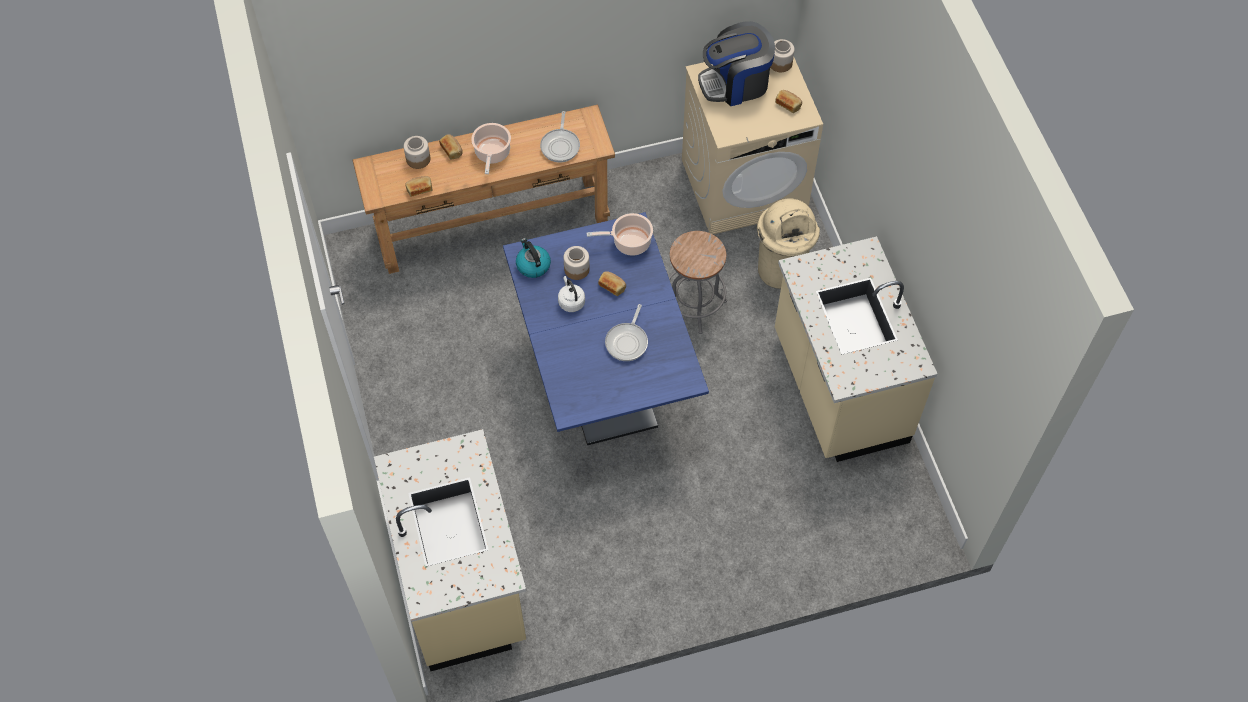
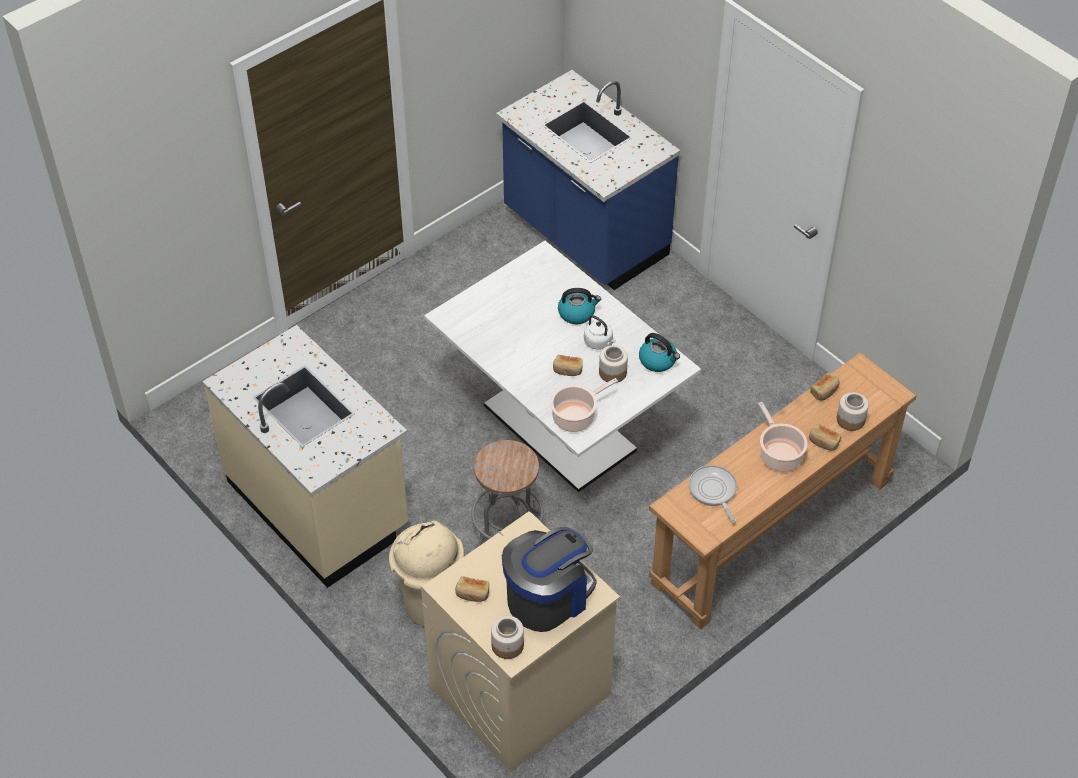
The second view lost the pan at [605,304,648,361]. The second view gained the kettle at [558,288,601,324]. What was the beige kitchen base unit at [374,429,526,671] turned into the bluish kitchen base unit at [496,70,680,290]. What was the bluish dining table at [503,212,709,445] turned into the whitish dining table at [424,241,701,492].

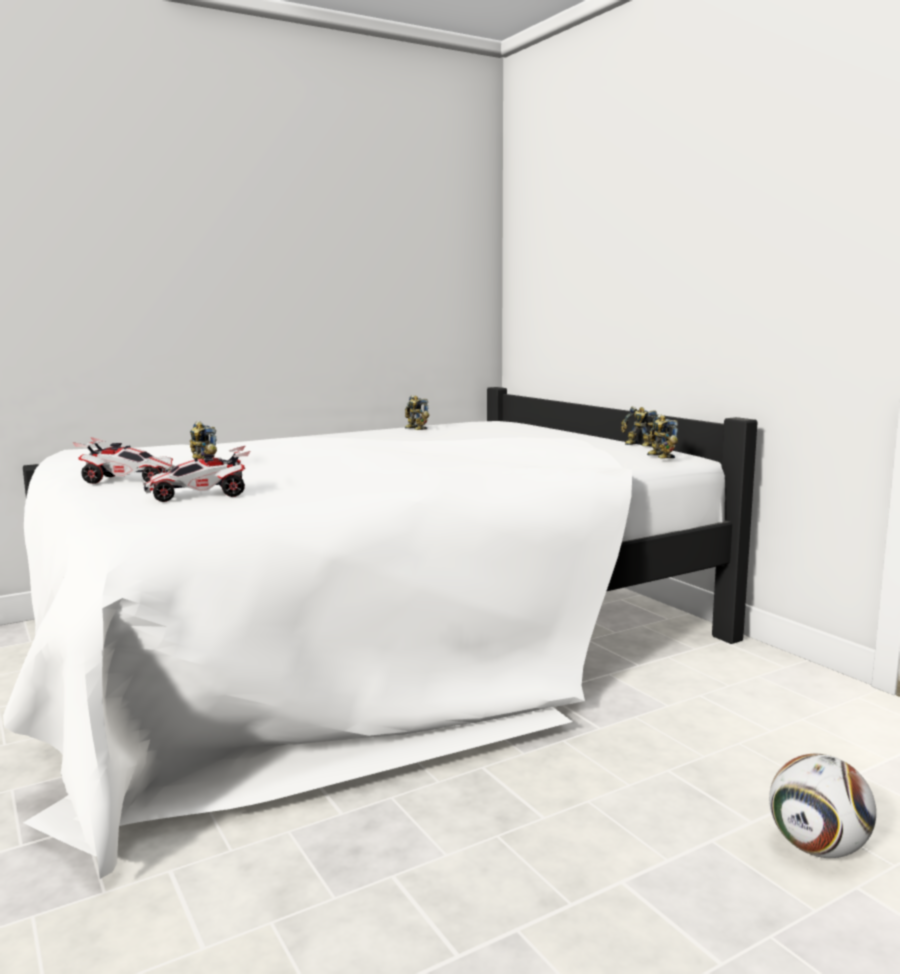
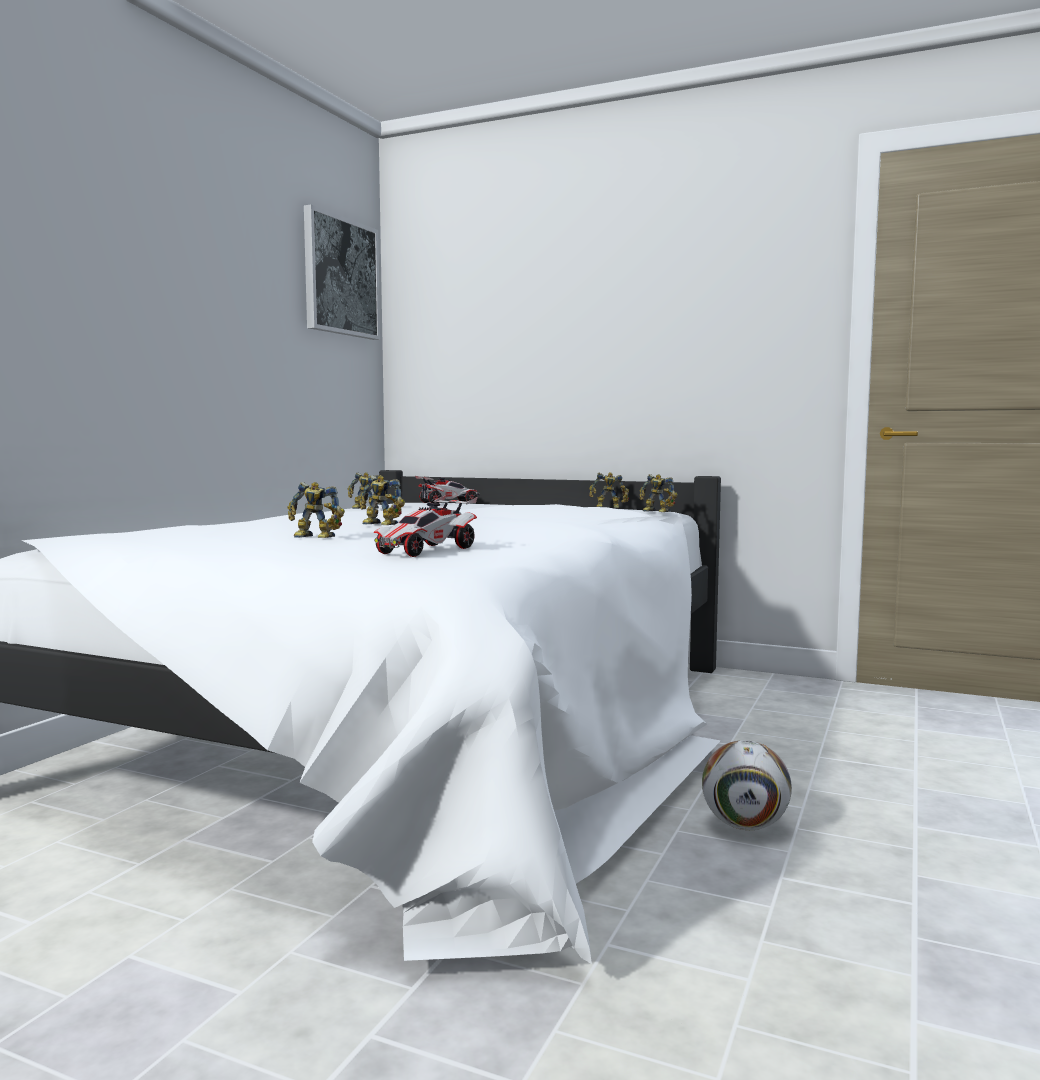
The second view gained the picture at [304,205,380,340]. The second view gained the toy robot at [359,475,405,525]. The toy car ended up elsewhere, having gone from [73,437,176,484] to [415,476,480,503]. The football ball ended up elsewhere, having gone from [769,754,876,858] to [702,740,792,830].

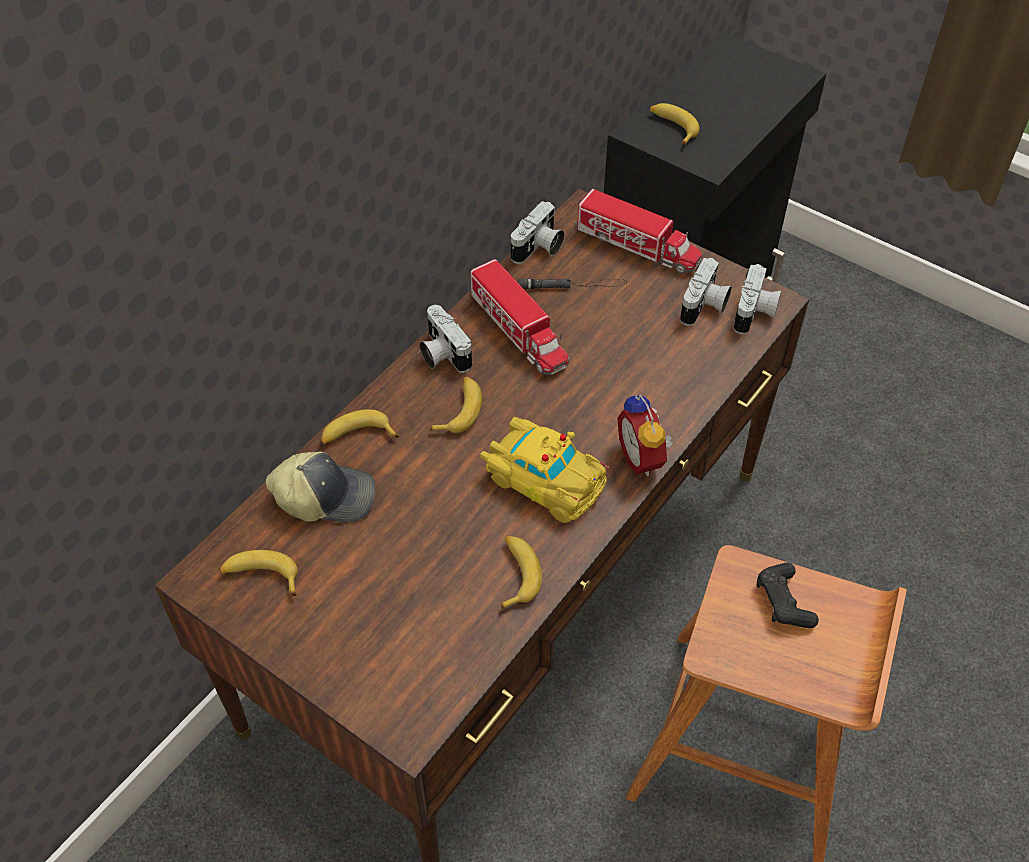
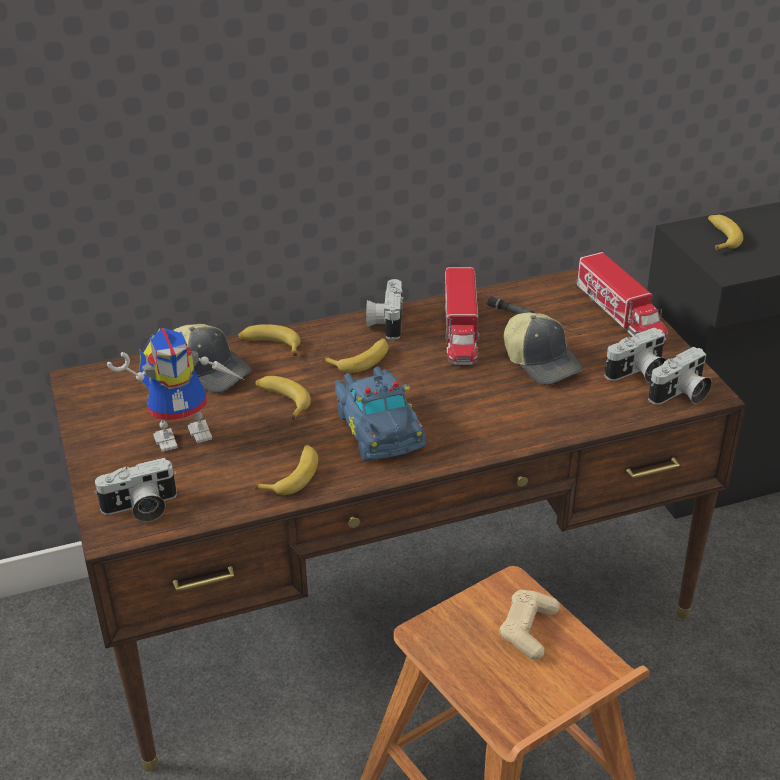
The second view lost the alarm clock at [617,394,673,476]. The second view gained the toy robot at [107,328,244,452]. The second view gained the peaked cap at [504,313,583,385]. The whole banana ended up elsewhere, having gone from [219,550,298,596] to [255,376,311,420]. The photo camera ended up elsewhere, having gone from [511,201,565,264] to [94,458,177,522]. What was the yellowish toy car at [480,417,609,523] turned into the bluish toy car at [334,367,427,461]. What was the black-coloured joypad at [757,562,819,628] turned into the beige joypad at [500,590,560,660].

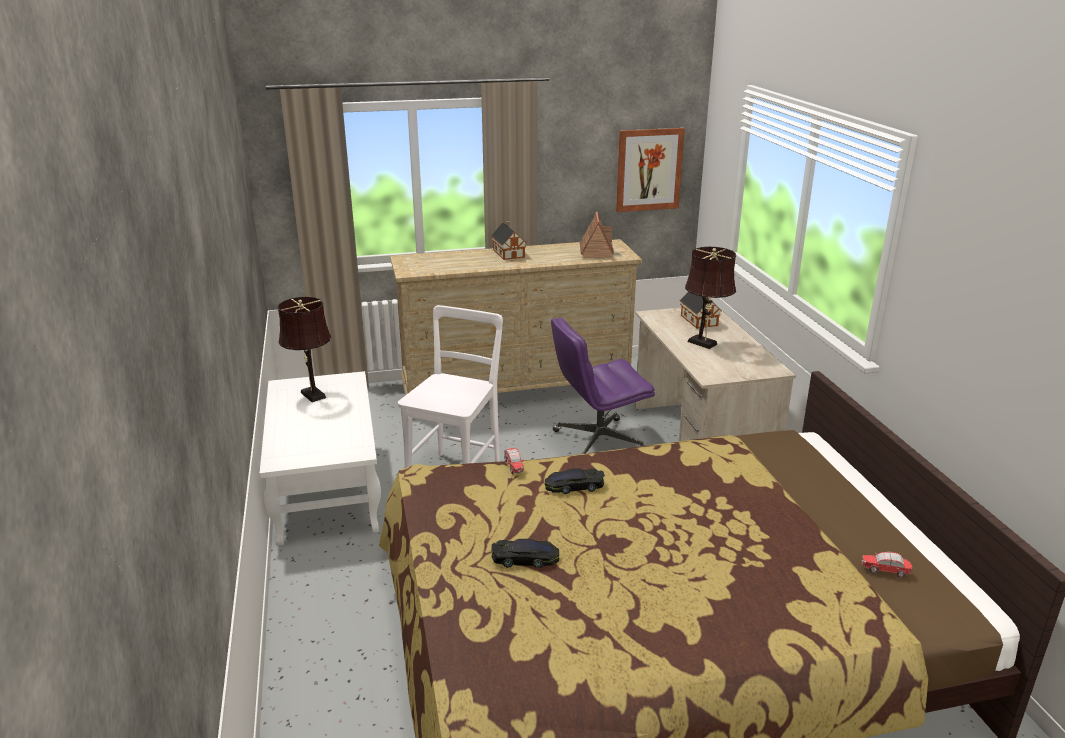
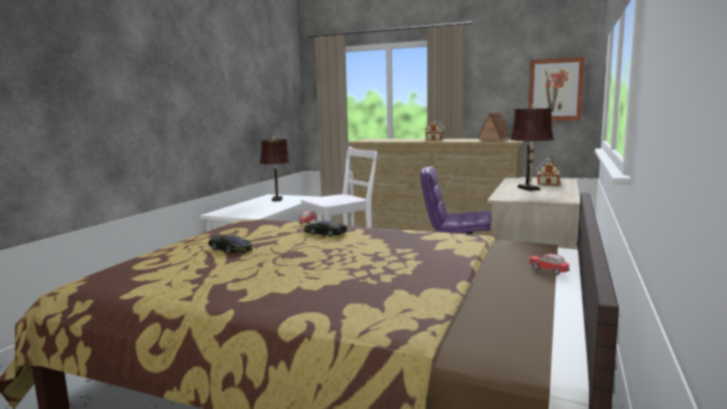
The toy car ended up elsewhere, having gone from [862,552,912,578] to [529,254,570,275].

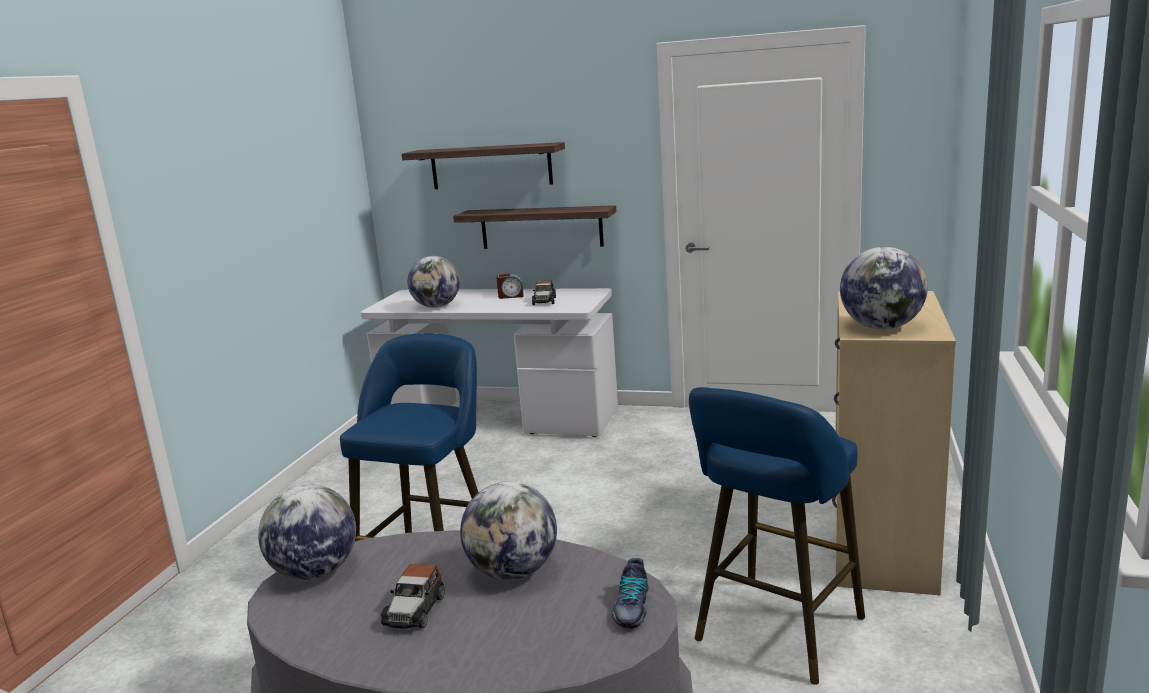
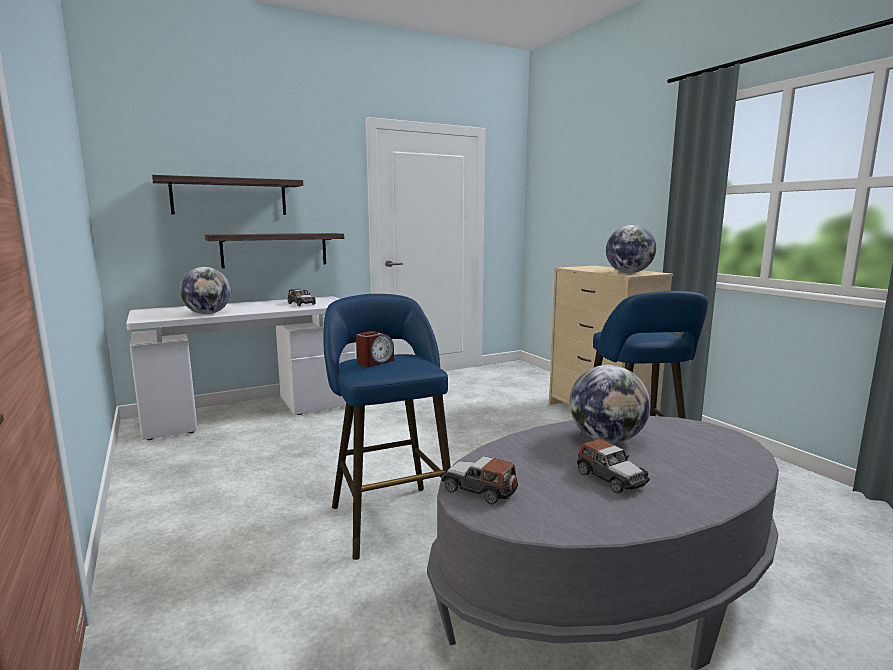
The second view lost the low shoe at [611,558,649,629]. The alarm clock ended up elsewhere, having gone from [496,274,524,299] to [356,331,394,367]. Where the globe stood at [258,485,356,580], the toy car came to stand at [441,456,518,504].

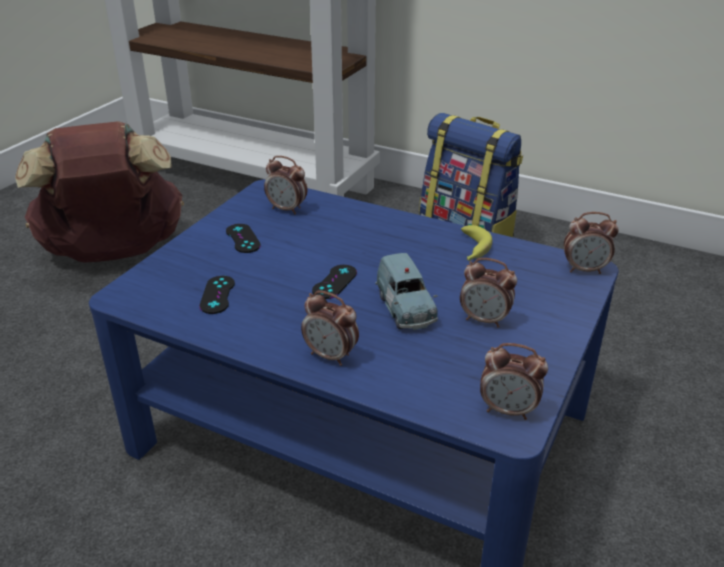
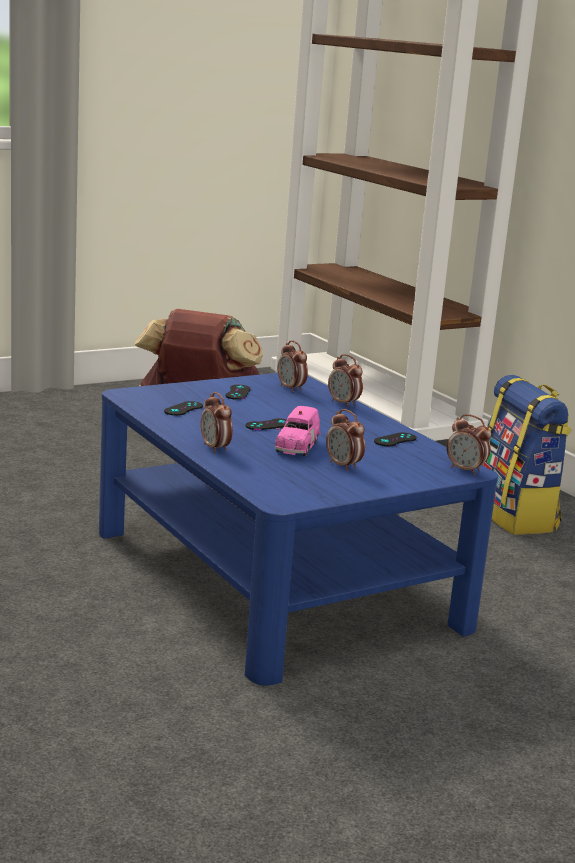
The alarm clock ended up elsewhere, having gone from [480,343,548,420] to [328,354,363,407]. Where the whole banana stood at [461,225,492,261], the black-coloured joypad came to stand at [374,433,417,446]. What was the bluish toy car at [375,253,438,330] turned into the pinkish toy car at [275,406,321,456].

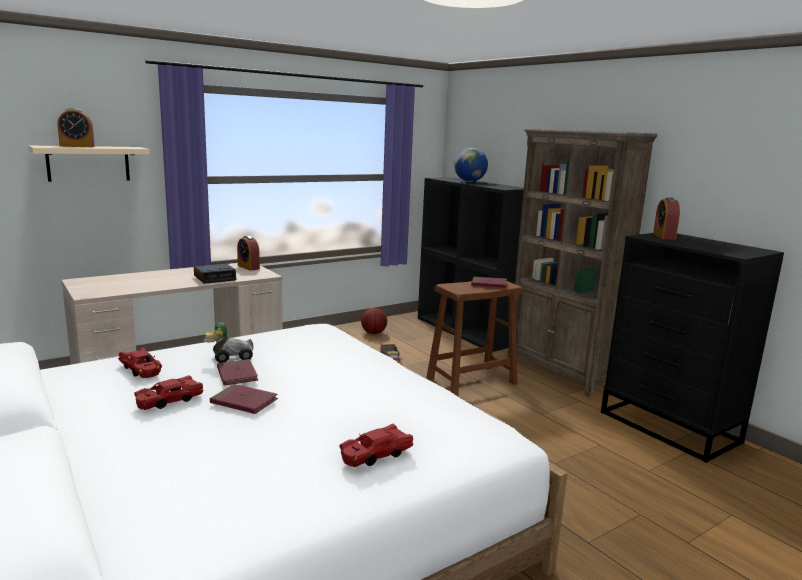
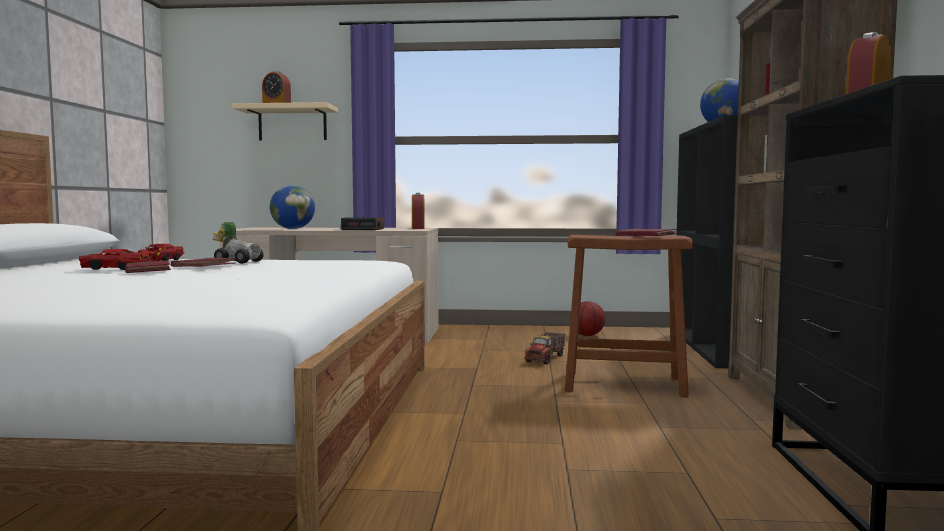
The second view lost the red-coloured toy car at [339,424,413,467]. The second view gained the globe at [270,185,315,229].

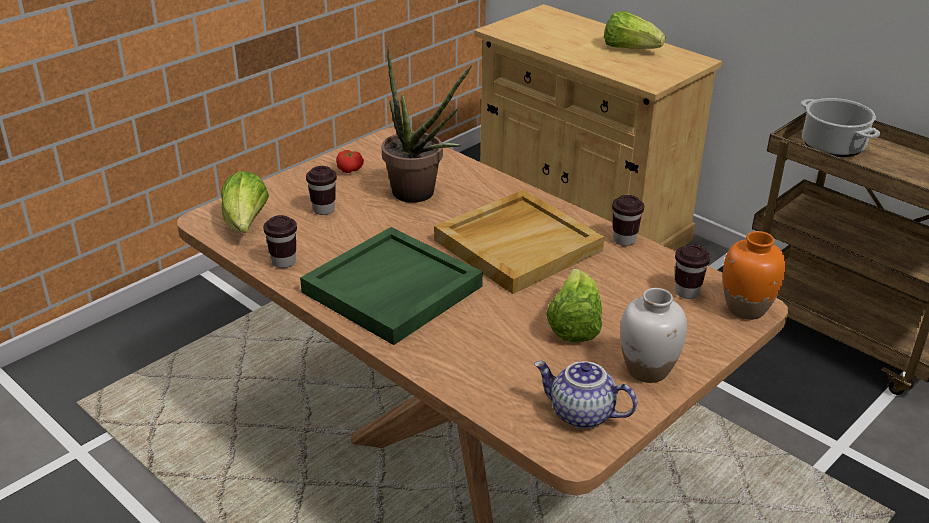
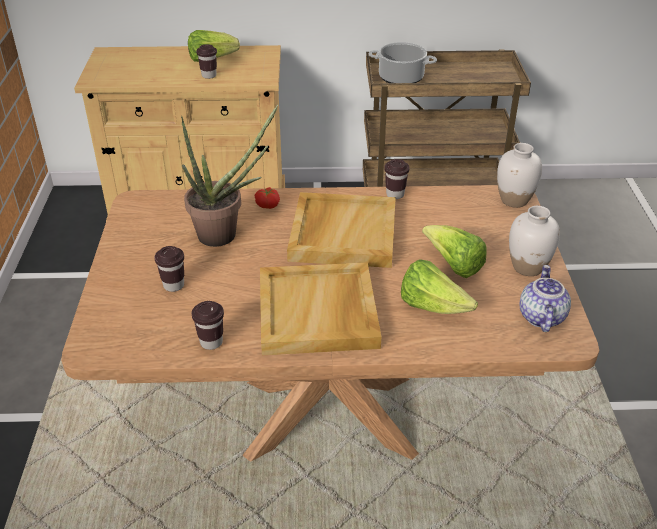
The lettuce head ended up elsewhere, having gone from [221,171,269,233] to [401,260,478,314]. The whole tomato ended up elsewhere, having gone from [336,150,364,173] to [255,187,280,209]. The brown drinking cup ended up elsewhere, having gone from [675,244,710,299] to [196,44,217,79]. What was the greenish carrying tray at [300,227,483,345] turned into the beige carrying tray at [260,262,381,355]. What was the orange flower vase at [723,231,786,320] turned into the whitish flower vase at [497,143,542,208]. The pot for tea at [534,361,637,429] ended up facing another way, 120 degrees clockwise from before.

